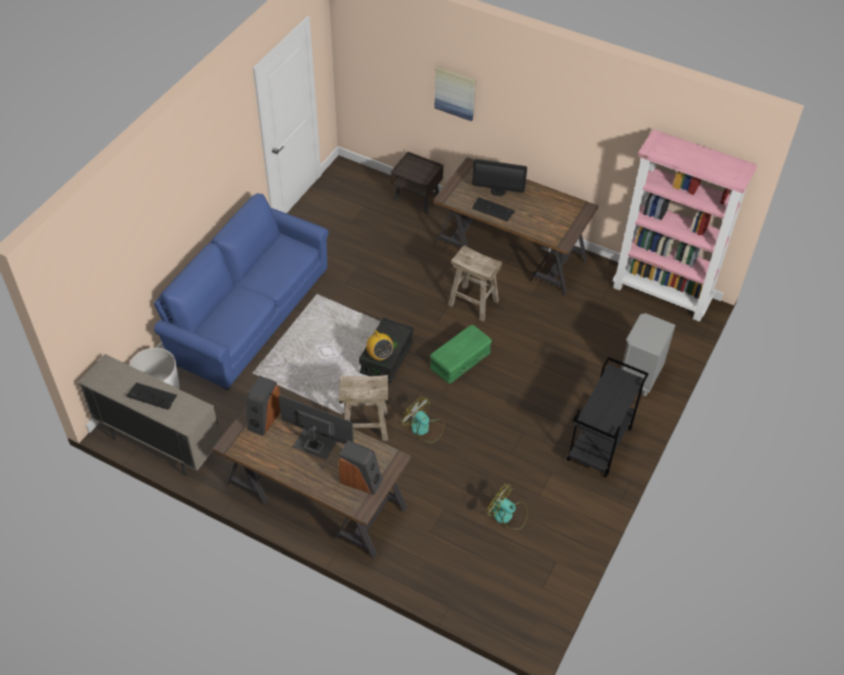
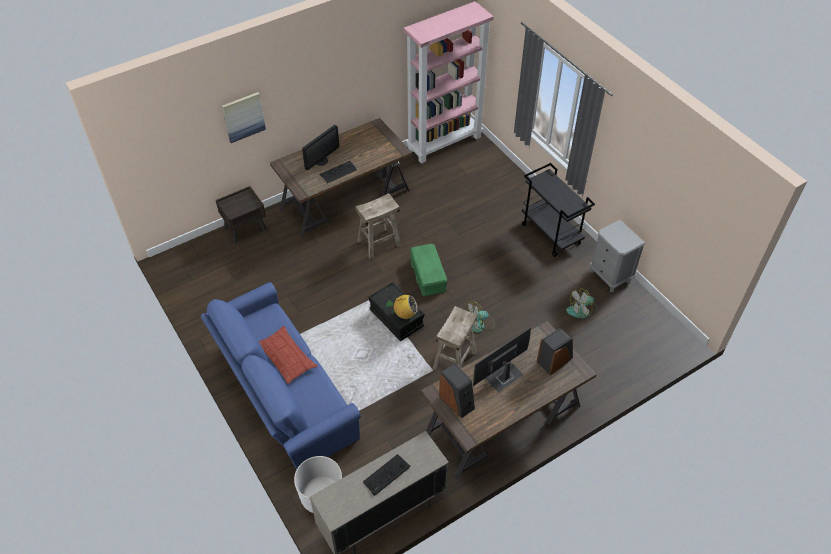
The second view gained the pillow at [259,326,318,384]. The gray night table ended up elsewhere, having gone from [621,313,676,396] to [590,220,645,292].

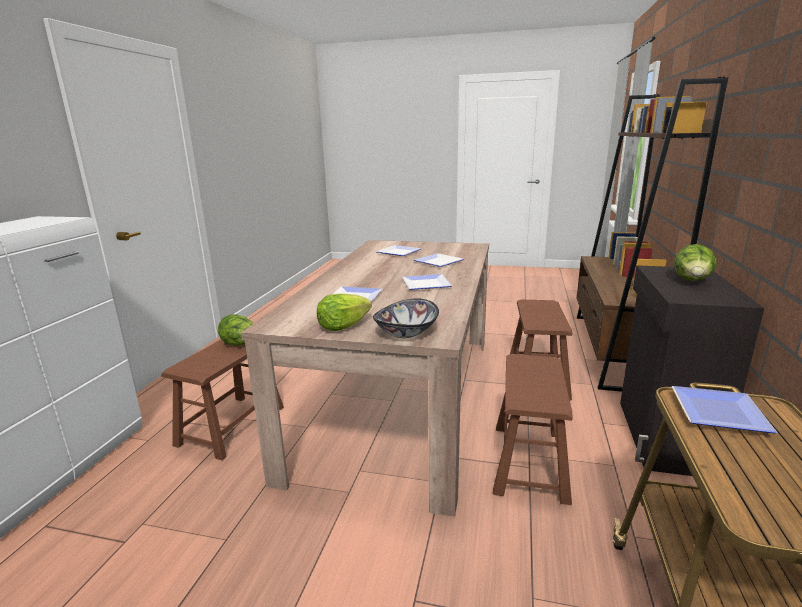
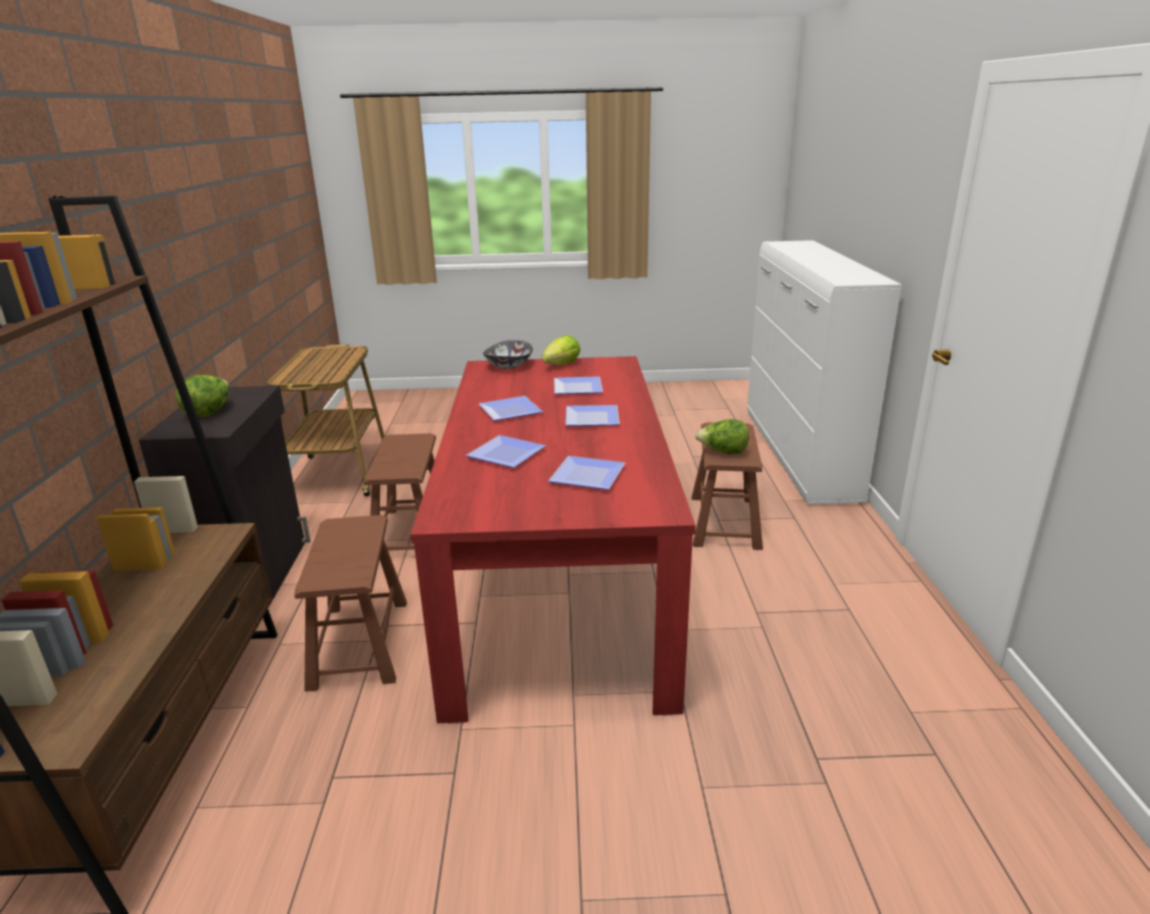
The plate ended up elsewhere, having gone from [672,386,778,433] to [565,405,620,426]. What was the beige dining table at [241,240,489,517] turned into the red-coloured dining table at [410,356,696,723].

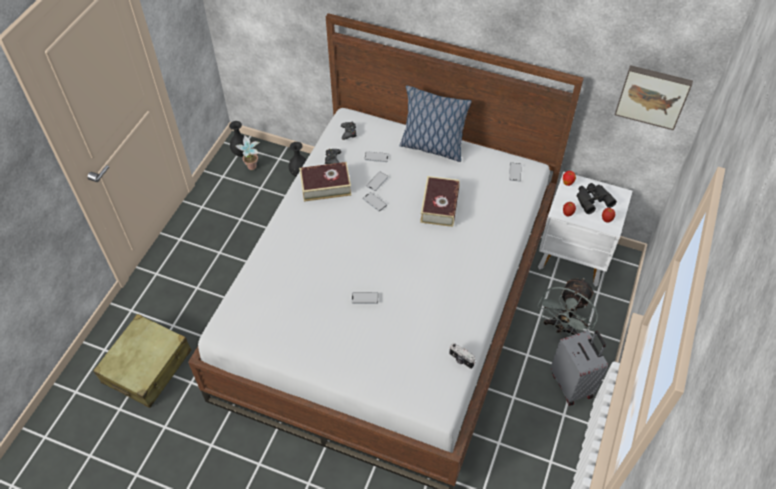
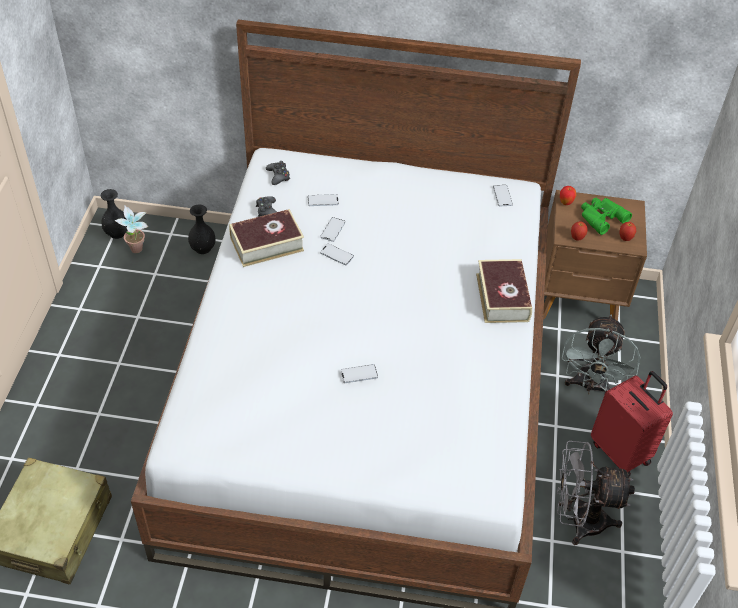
The second view lost the pillow at [400,86,472,162]. The second view lost the photo camera at [449,343,475,369]. The second view lost the picture at [615,65,693,130]. The second view gained the gray electric fan at [557,441,635,545]. The bound book ended up elsewhere, having gone from [420,176,460,227] to [476,259,532,323]. What was the whitish night table at [538,172,632,287] turned into the brown night table at [543,190,647,321]. What was the gray piece of luggage at [551,330,608,406] turned into the red-coloured piece of luggage at [591,371,673,476]. What was the black-coloured pair of binoculars at [576,183,617,214] turned into the greenish pair of binoculars at [581,198,632,235].

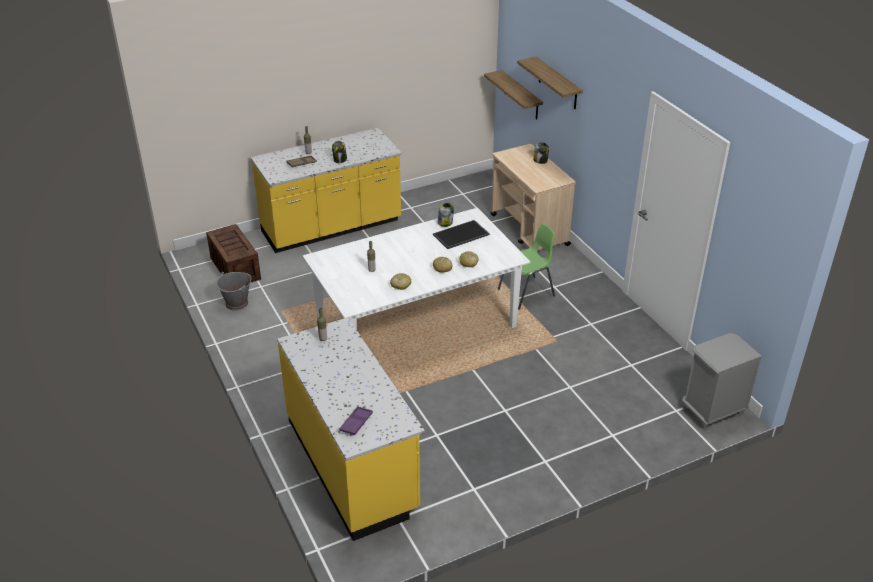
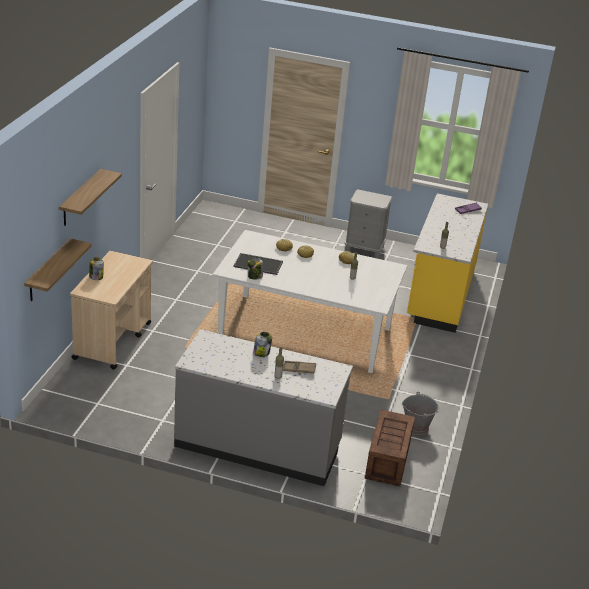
The second view lost the greenish chair at [498,223,555,310]. The gray night table ended up elsewhere, having gone from [682,333,762,431] to [344,189,393,258]. What was the yellowish kitchen base unit at [251,128,402,253] turned into the gray kitchen base unit at [174,329,353,486].

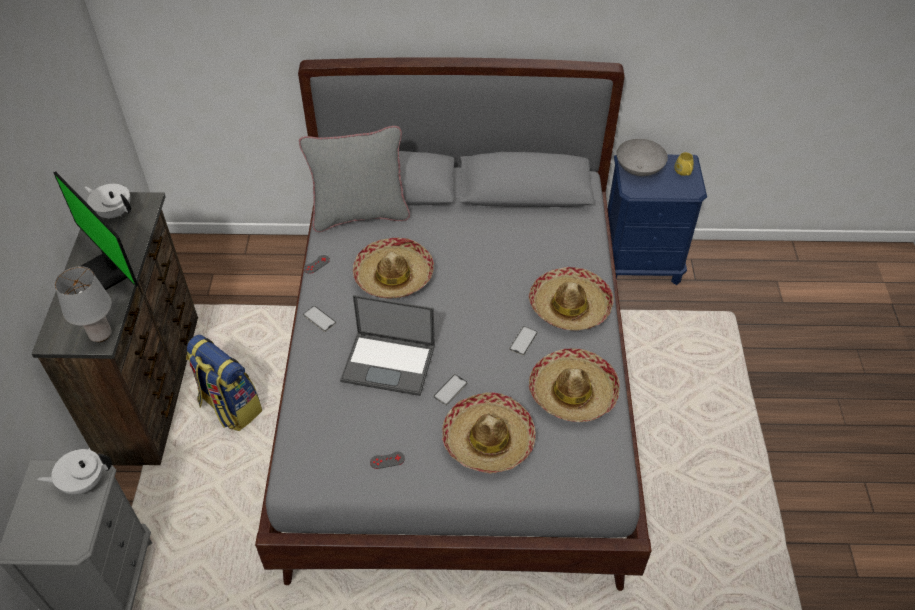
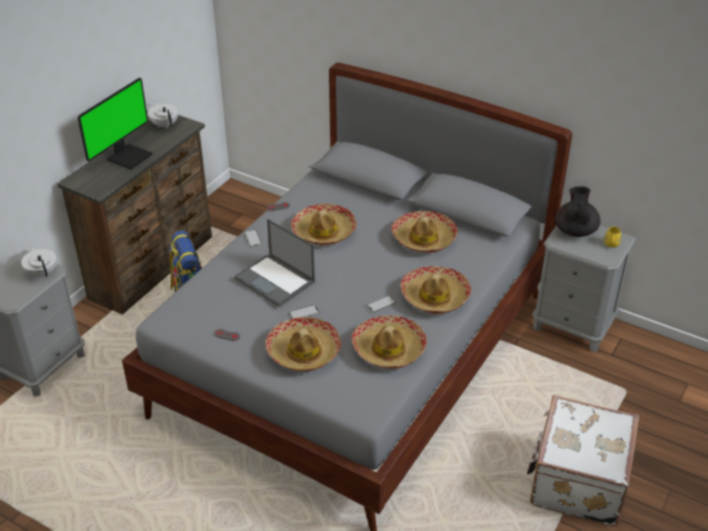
The second view lost the gray lamp for a table at [55,266,112,342]. The second view lost the gray pillow at [299,126,410,232]. The second view gained the hat at [392,211,458,253]. The second view gained the whitish piece of luggage at [527,395,639,526]. Where the gray deep dish stood at [616,139,668,176], the black-coloured pot for tea came to stand at [555,186,600,237]. What was the bluish night table at [608,155,707,285] turned into the gray night table at [532,225,636,352]. The whitish pot for tea at [37,449,112,495] ended up facing another way, 45 degrees clockwise from before. The computer display at [54,172,138,290] ended up facing another way, 135 degrees counterclockwise from before.

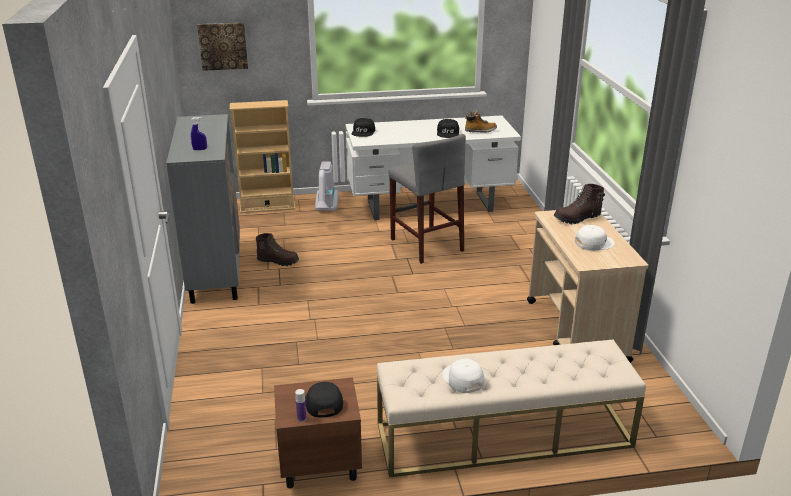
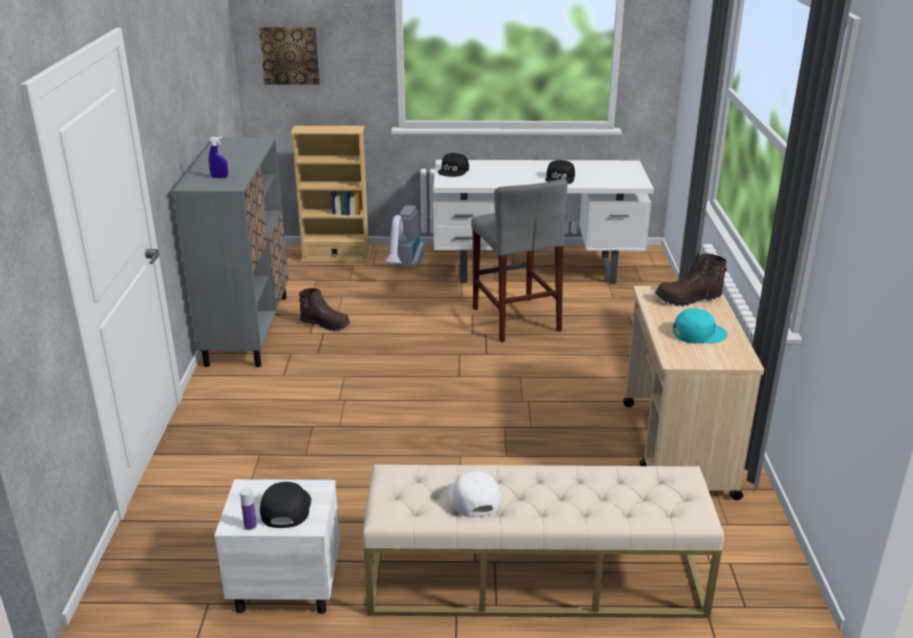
The second view lost the boot at [465,110,497,133]. What was the brown night table at [274,377,362,488] turned into the whitish night table at [214,479,340,614]. What was the whitish peaked cap at [575,225,615,251] turned into the turquoise peaked cap at [673,308,728,344].

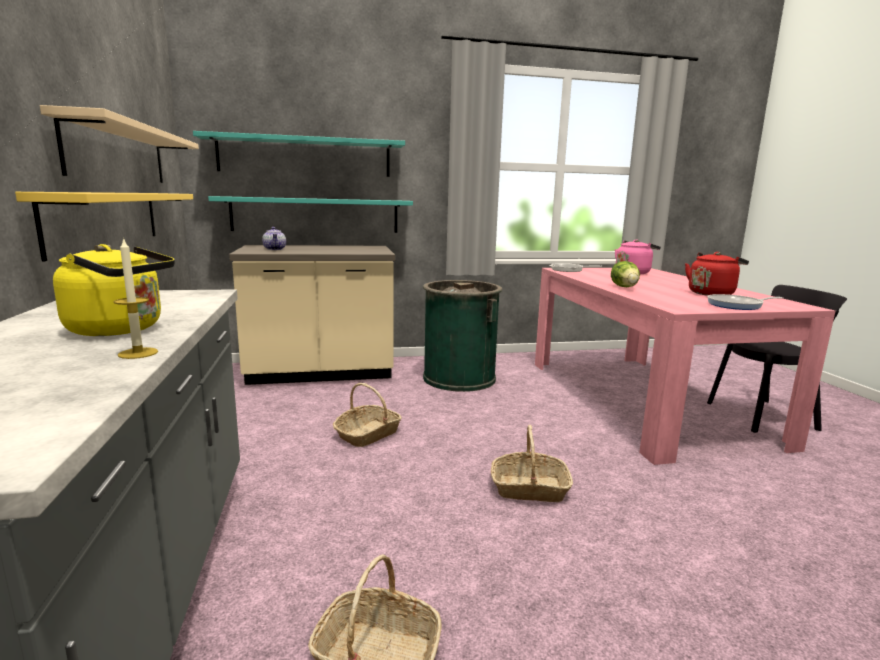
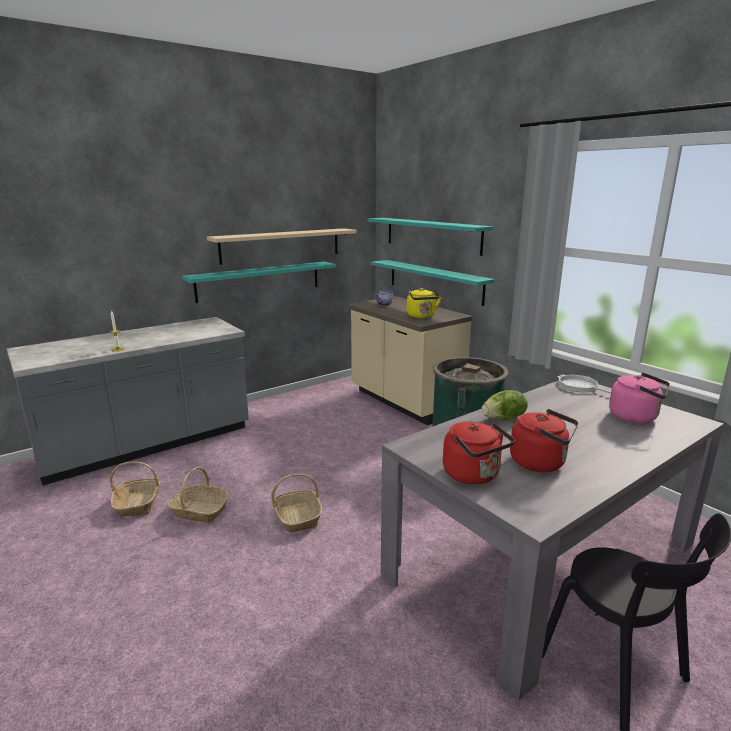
The yellowish kettle ended up elsewhere, having gone from [53,244,175,336] to [407,288,441,318]. The household basket ended up elsewhere, having gone from [333,383,402,447] to [167,467,229,523]. Where the pan stood at [707,294,783,310], the red-coloured kettle came to stand at [443,422,515,484]. What was the yellowish shelf at [15,192,193,262] turned into the turquoise shelf at [182,262,336,303]. What was the pinkish dining table at [535,268,835,465] turned into the gray dining table at [381,380,724,701].

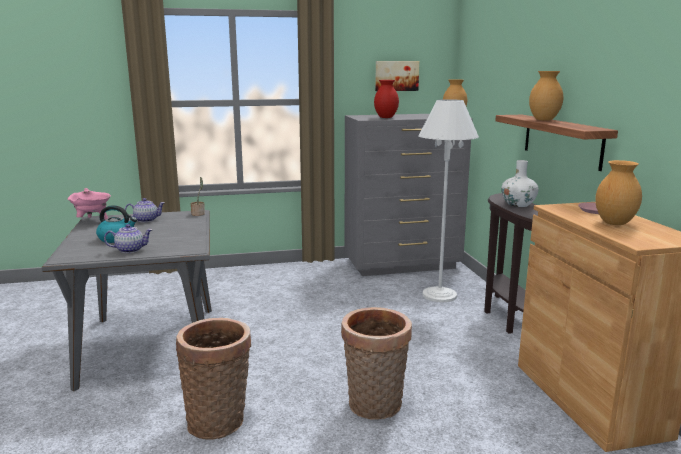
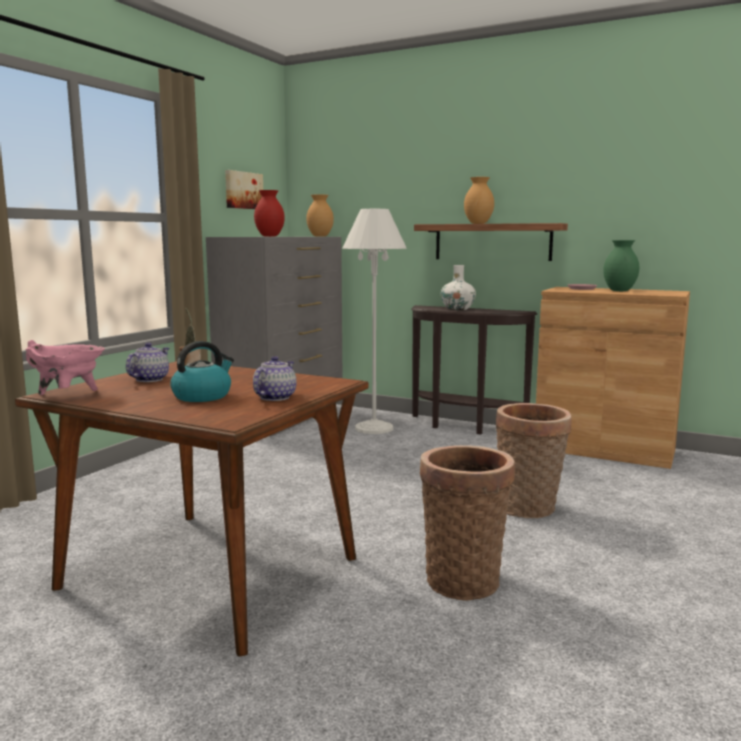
What was the gray dining table at [42,210,212,391] turned into the brown dining table at [15,361,368,657]. What was the brown flower vase at [595,160,642,225] turned into the greenish flower vase at [603,240,639,291].

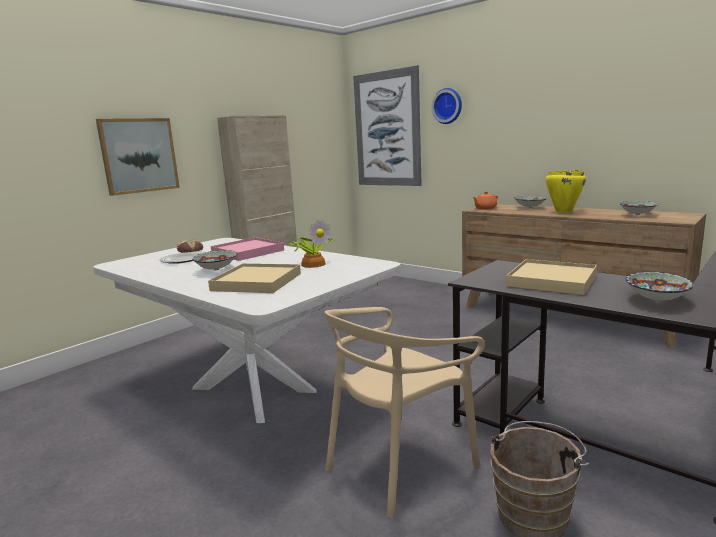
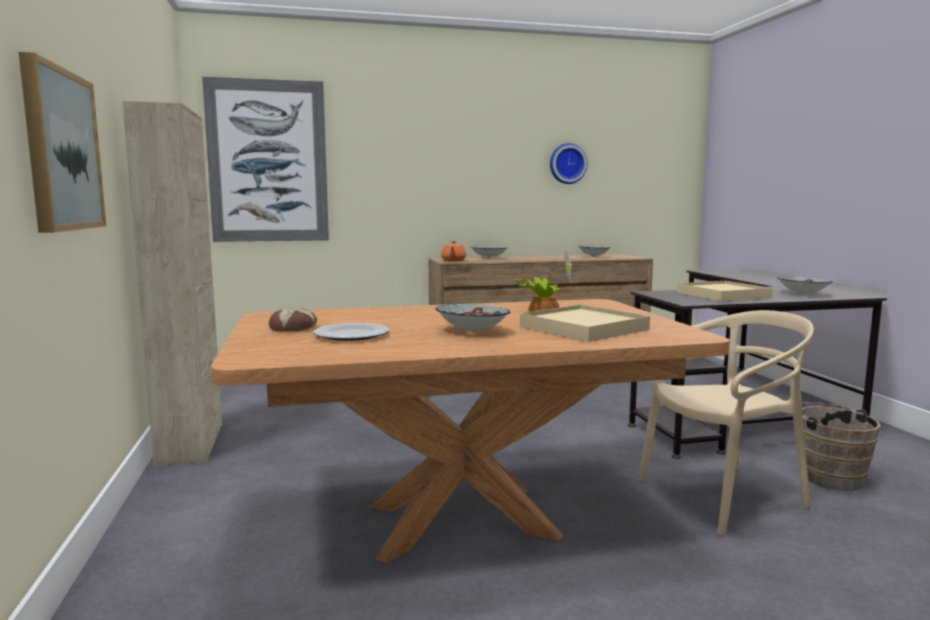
The second view lost the pinkish carrying tray at [211,237,284,261]. The second view lost the yellowish cooking pot at [546,170,586,213]. The hanging clock ended up elsewhere, having gone from [432,88,462,124] to [550,143,587,184]. What was the whitish dining table at [93,238,401,423] turned into the brown dining table at [211,299,730,563]. The beige chair at [325,307,485,518] ended up facing another way, 105 degrees counterclockwise from before.

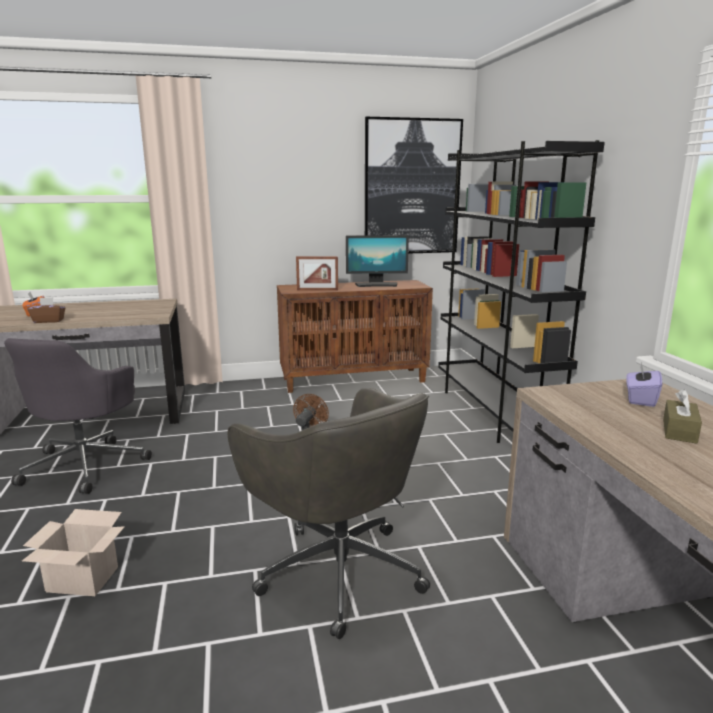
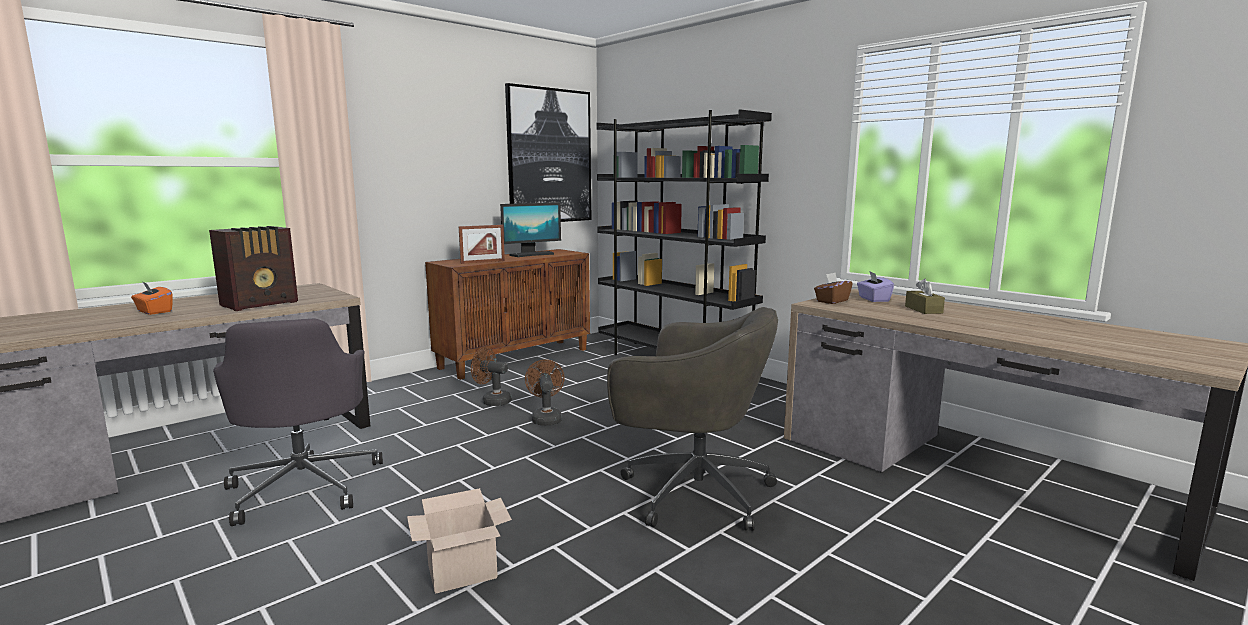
The second view gained the radio receiver at [209,226,298,311]. The second view gained the brown electric fan at [471,347,512,406]. The brown tissue holder ended up elsewhere, having gone from [27,297,65,323] to [814,273,853,304].

